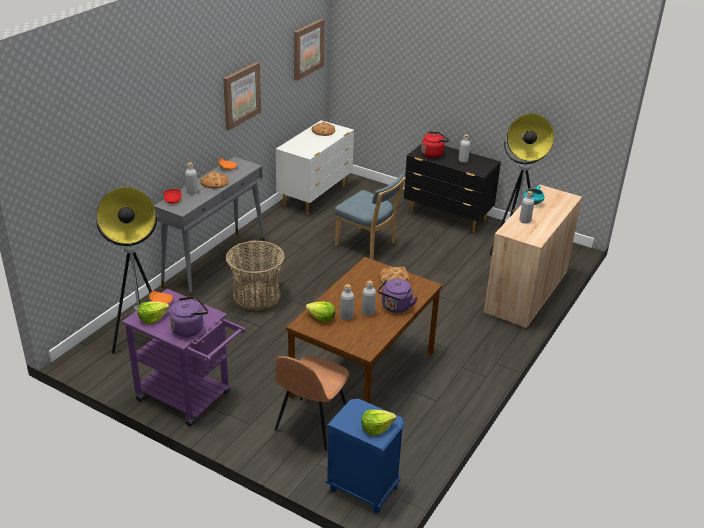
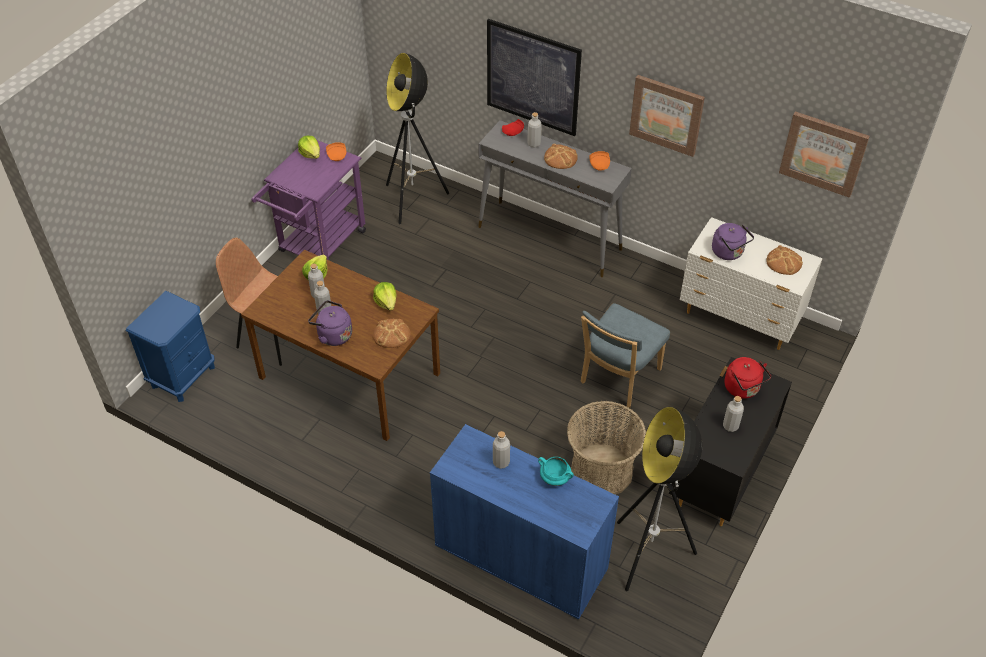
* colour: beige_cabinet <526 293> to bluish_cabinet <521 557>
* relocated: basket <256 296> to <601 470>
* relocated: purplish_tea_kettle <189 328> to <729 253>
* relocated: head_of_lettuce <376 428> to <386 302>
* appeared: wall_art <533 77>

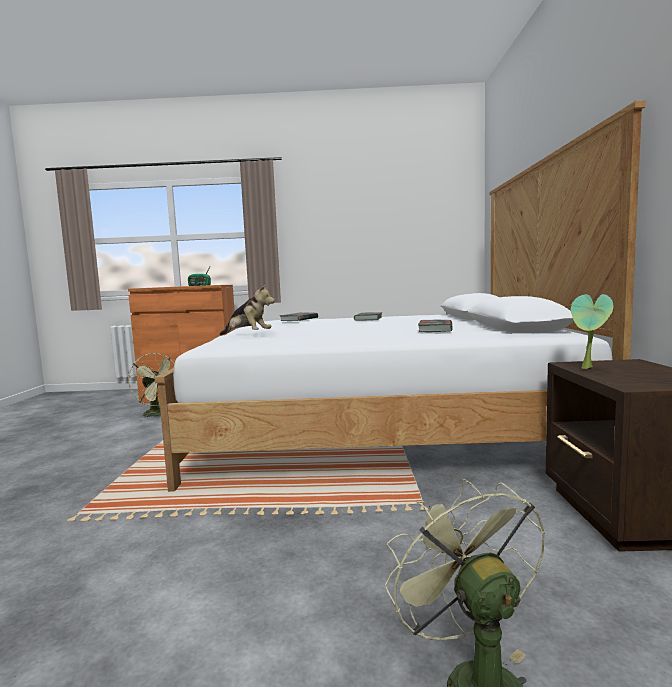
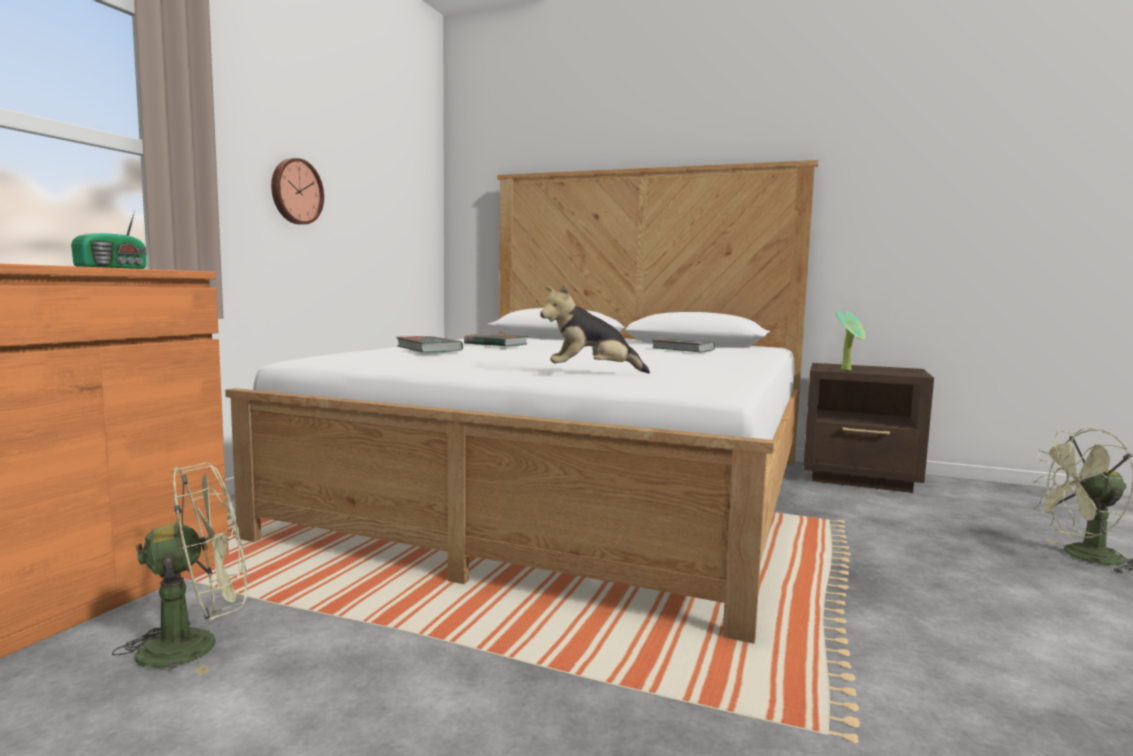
* spun: soft_toy <247 335> = <591 373> 150 degrees counterclockwise
* appeared: clock_on_the_wall <295 191>

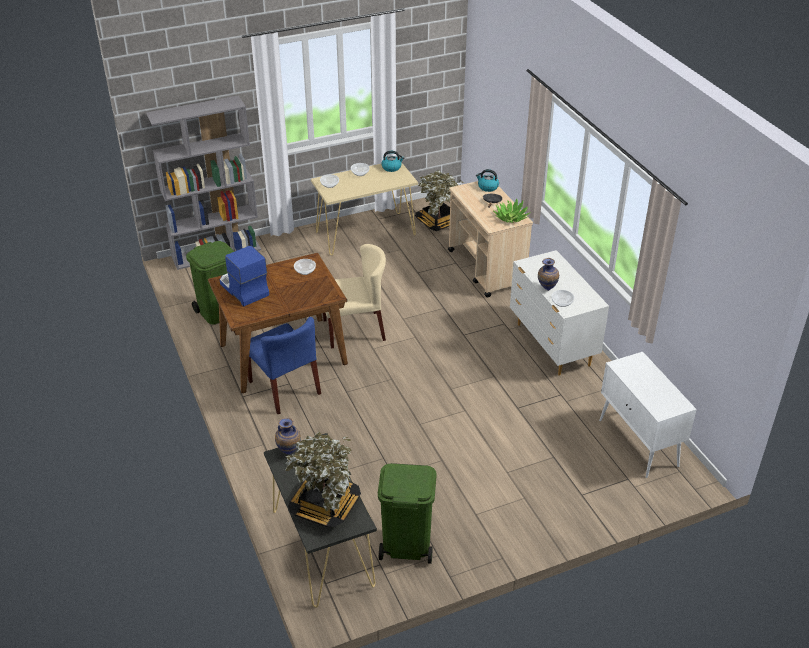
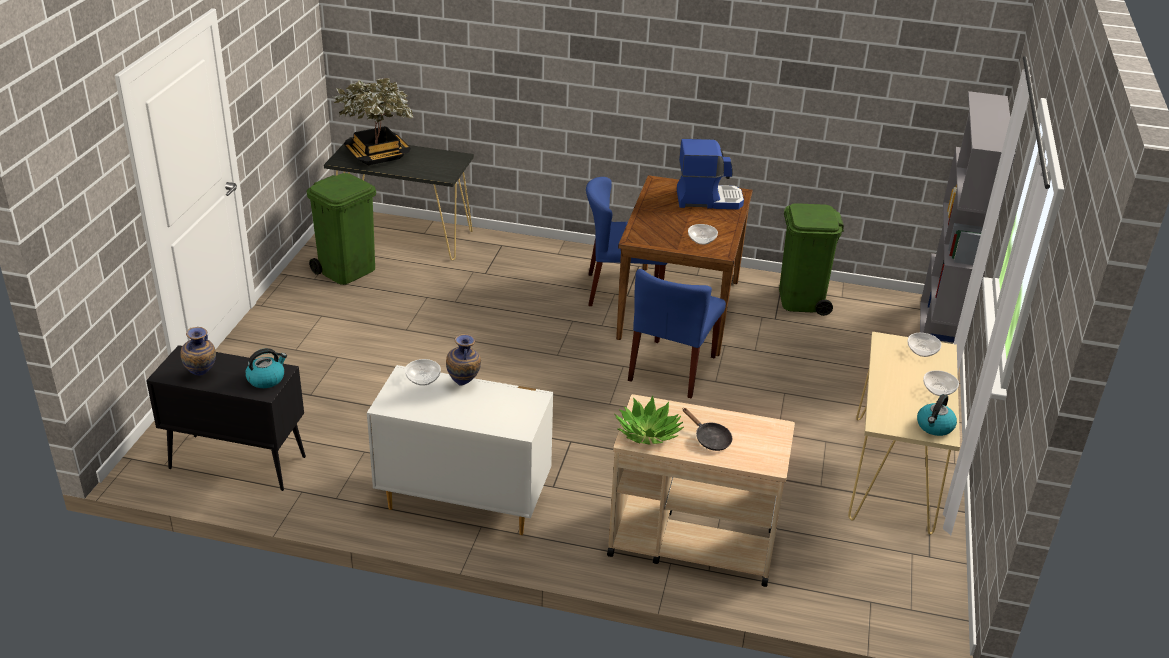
* relocated: tea_kettle <487 187> to <266 379>
* missing: potted_plant <438 222>
* colour: beige_chair <354 329> to bluish_chair <672 369>
* colour: white_cabinet <638 443> to black-coloured_cabinet <236 462>
* relocated: decorative_vase <289 452> to <202 376>

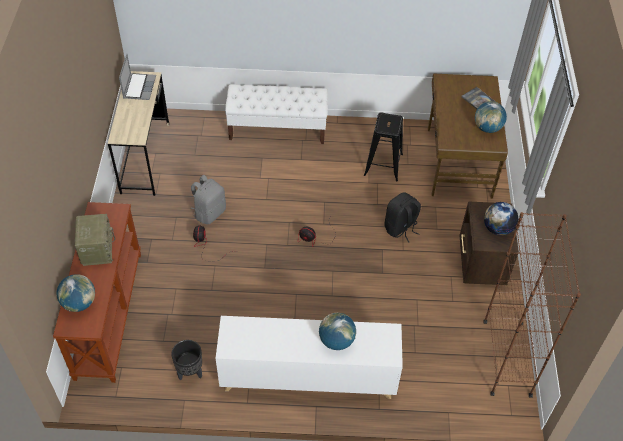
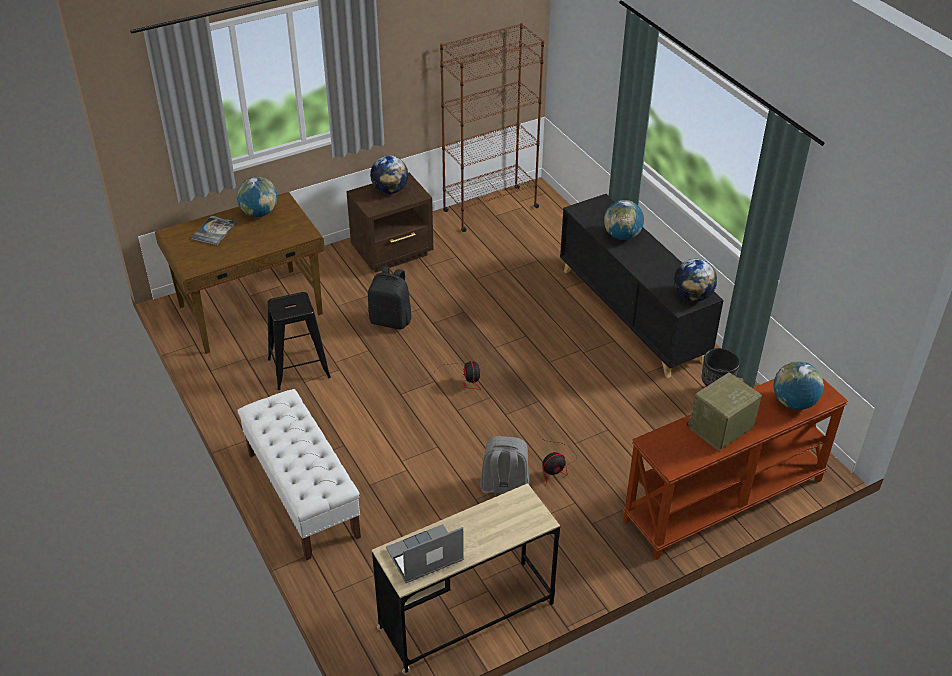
* colour: white_cabinet <308 376> to black-coloured_cabinet <632 315>
* appeared: desk_globe <692 296>

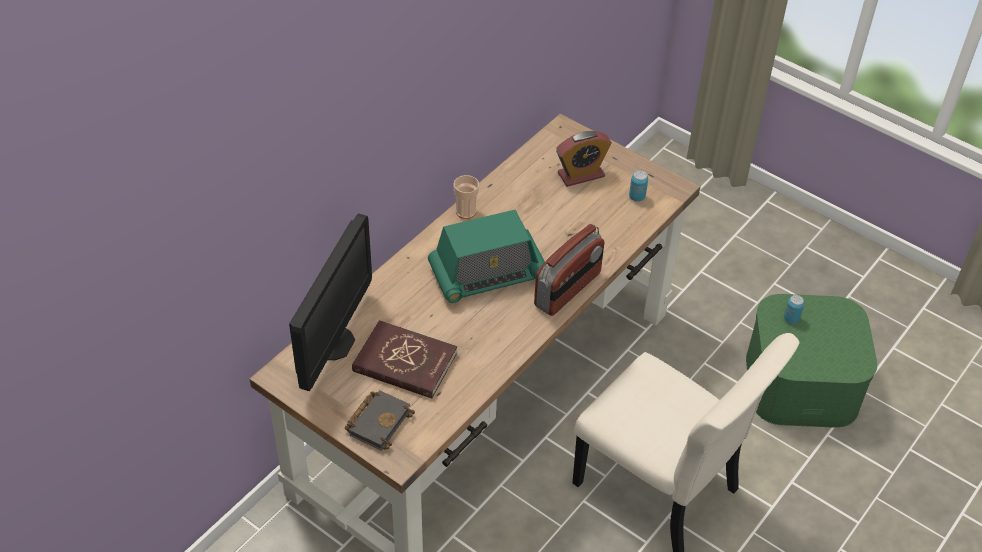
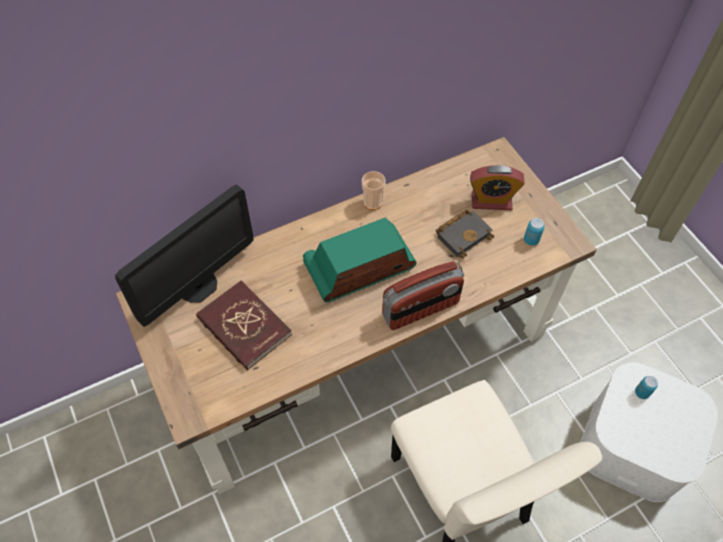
* spun: radio_set <487 274> = <359 268> 150 degrees clockwise
* colour: green-coloured_storage_box <801 382> to white_storage_box <635 444>
* relocated: black-coloured_bound_book <378 421> to <463 234>

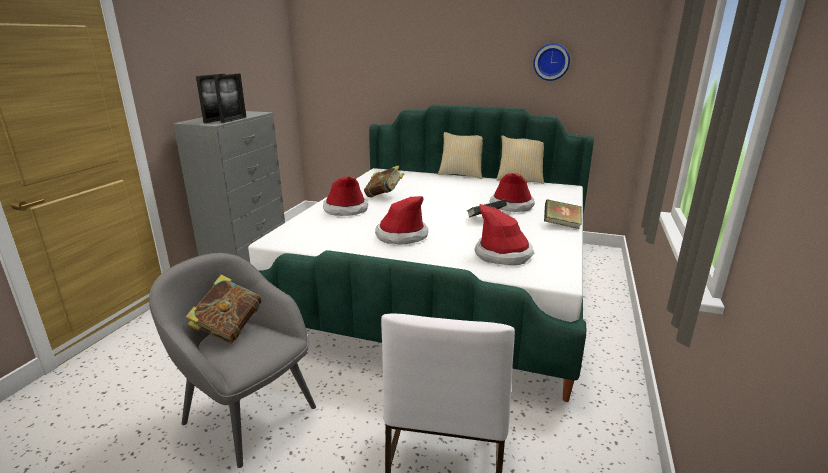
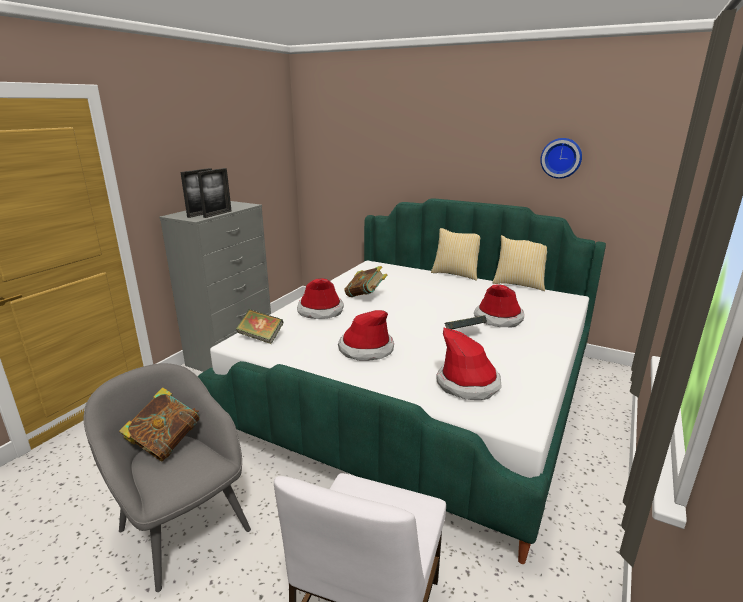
* relocated: bound_book <561 225> to <261 337>

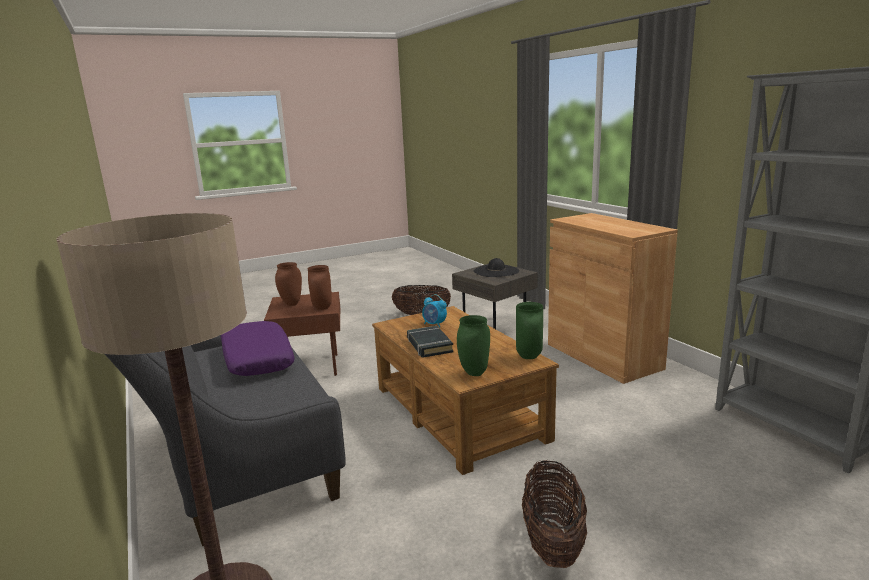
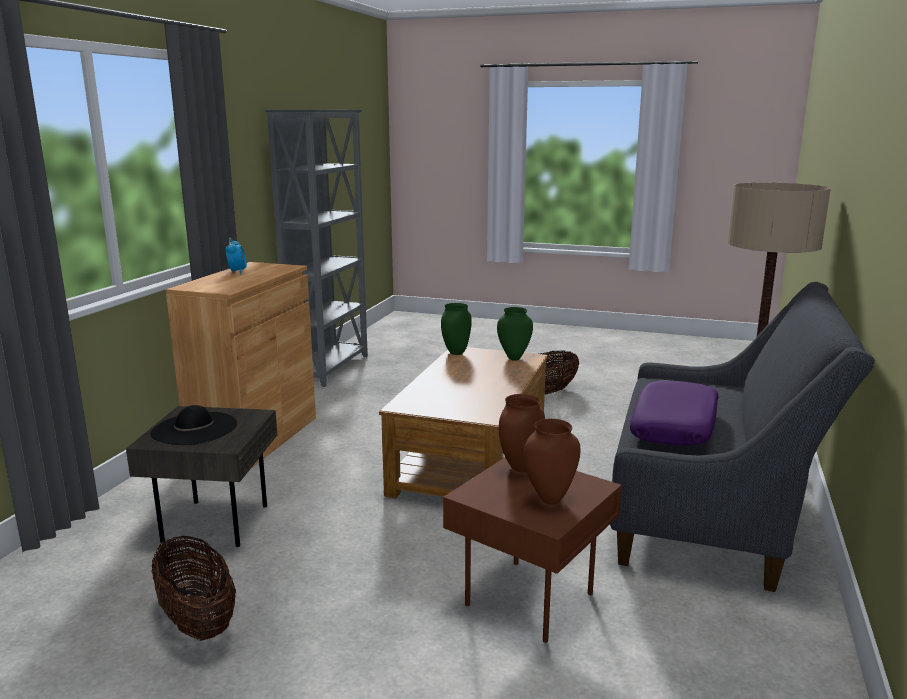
* relocated: alarm_clock <434 324> to <237 271>
* missing: black-coloured_bound_book <429 345>

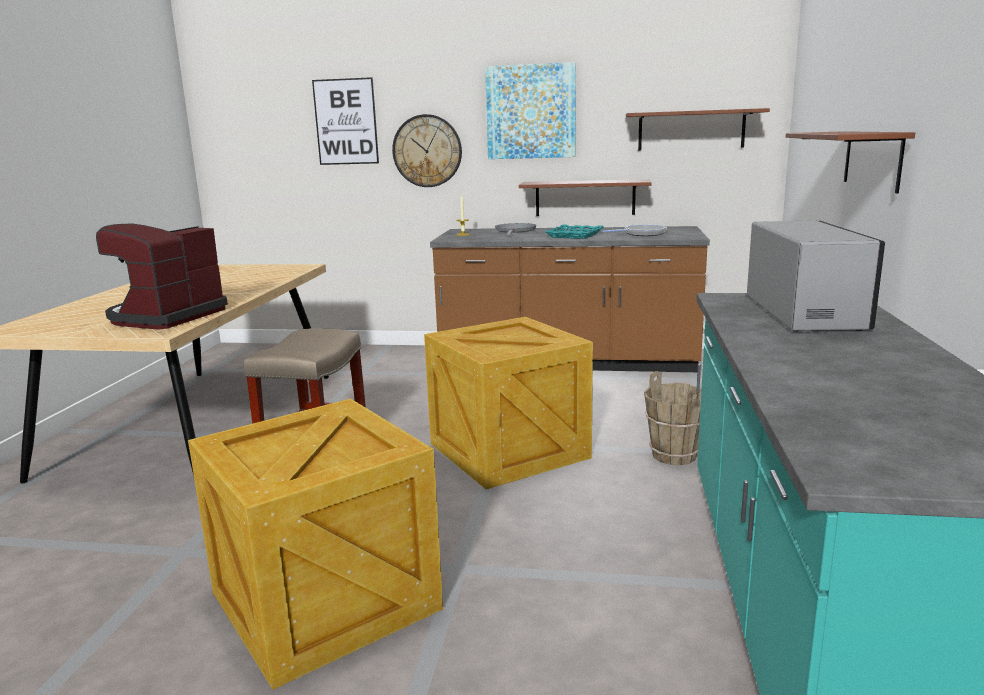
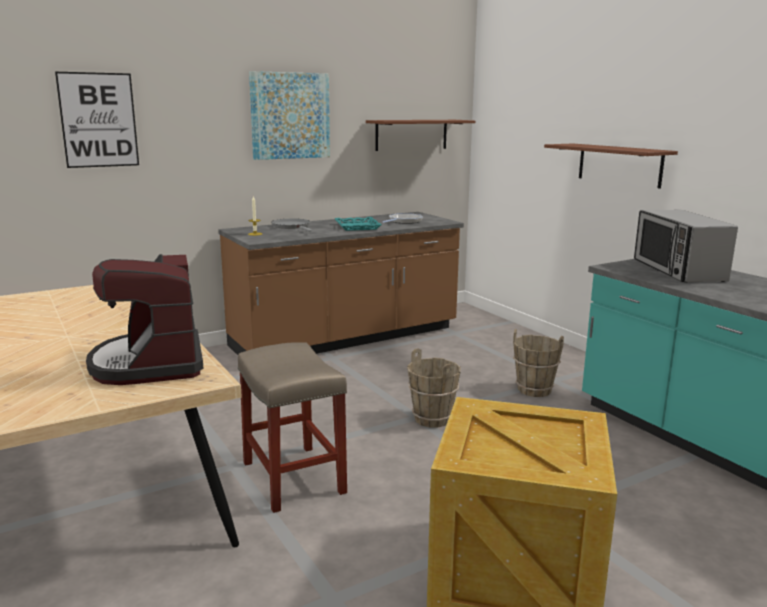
* missing: clock_on_the_wall <427 151>
* missing: brownish_wall_shelf <585 198>
* spun: kitchen_microwave <804 312> = <677 270> 150 degrees counterclockwise
* exchanged: packing_crate <511 451> to brownish_bucket <432 419>

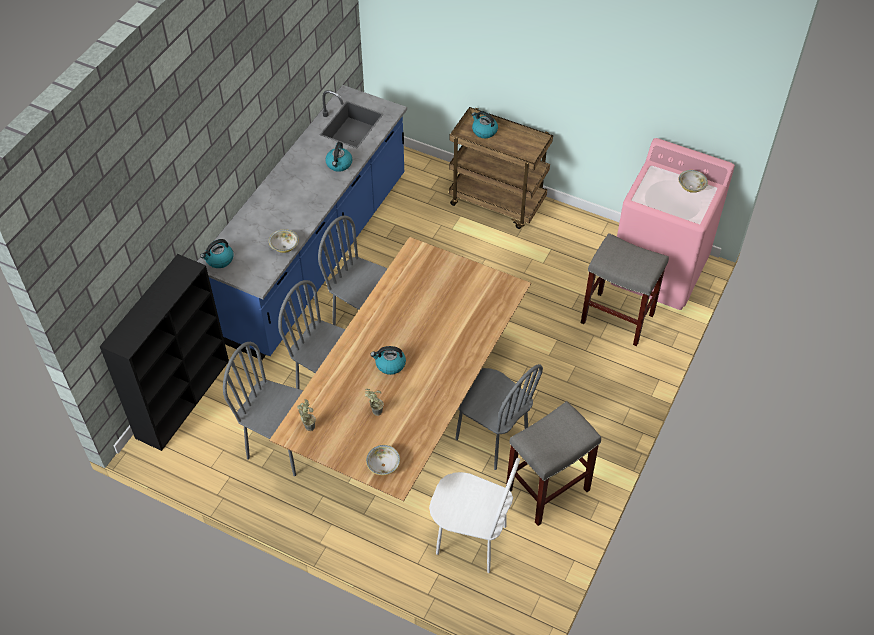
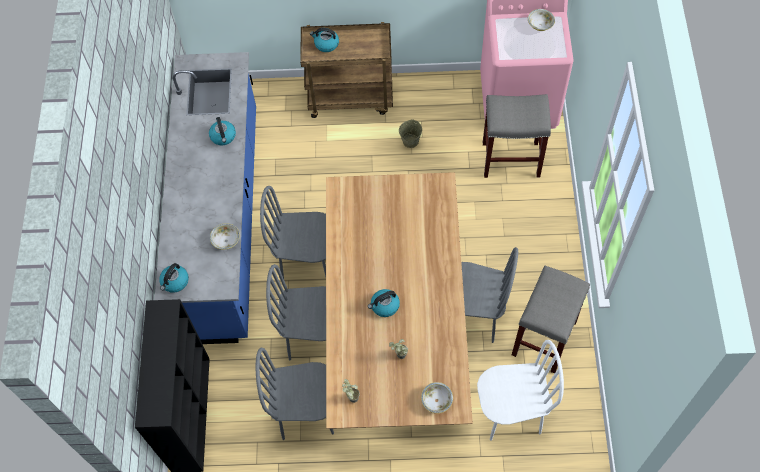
* appeared: beige_bucket <410 140>

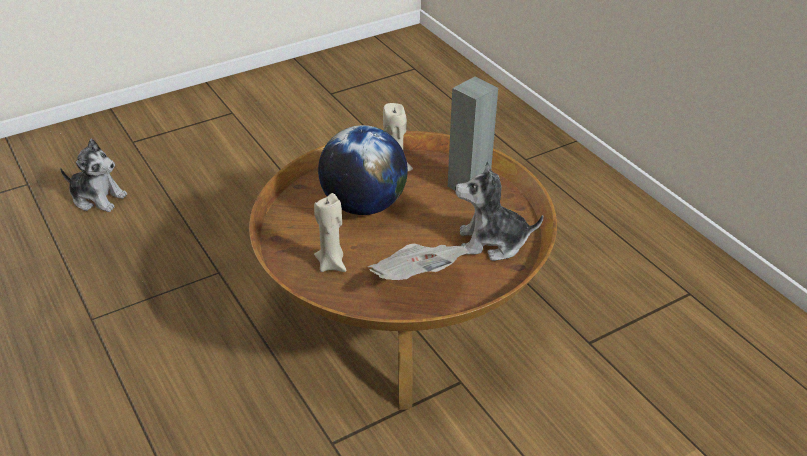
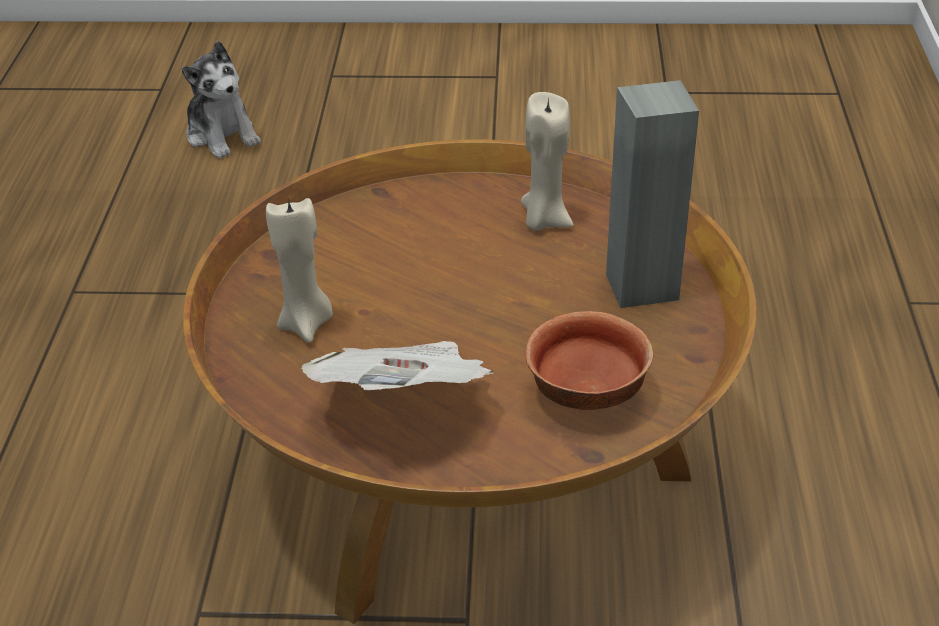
* missing: desk_globe <363 205>
* exchanged: soft_toy <492 243> to deep_dish <586 395>

